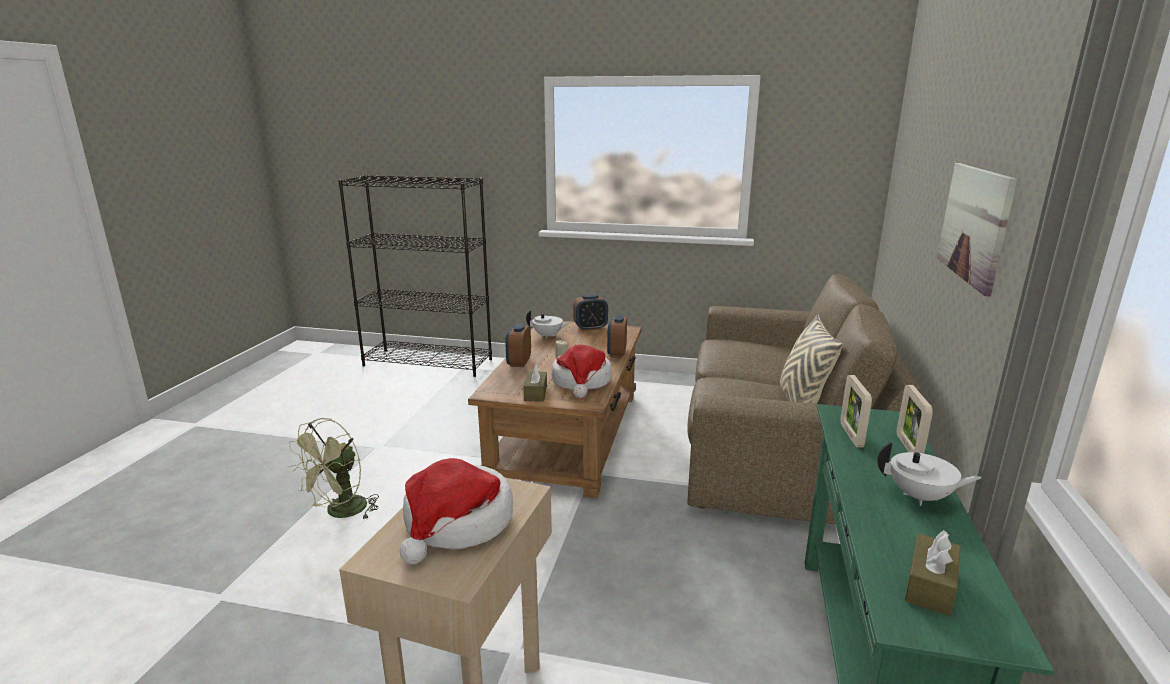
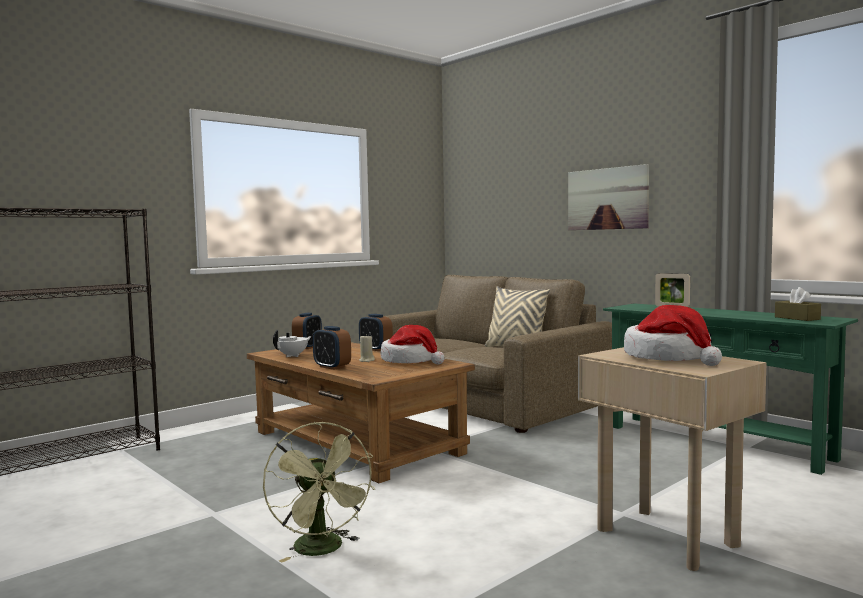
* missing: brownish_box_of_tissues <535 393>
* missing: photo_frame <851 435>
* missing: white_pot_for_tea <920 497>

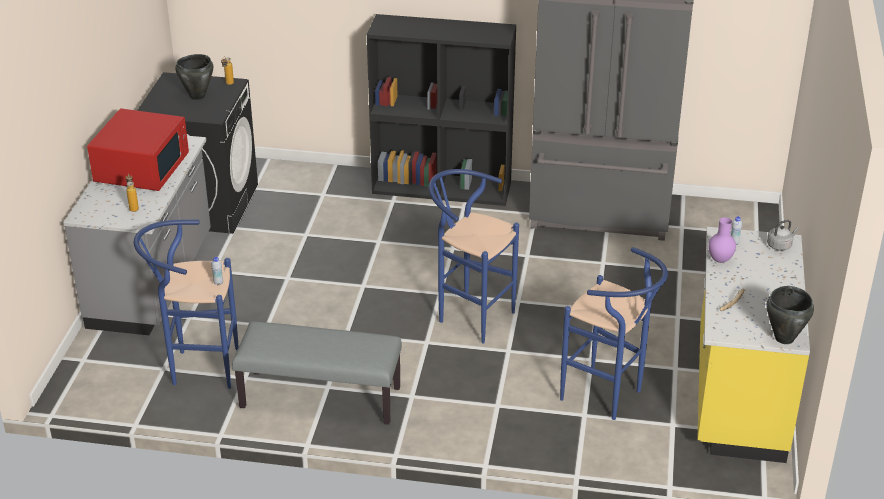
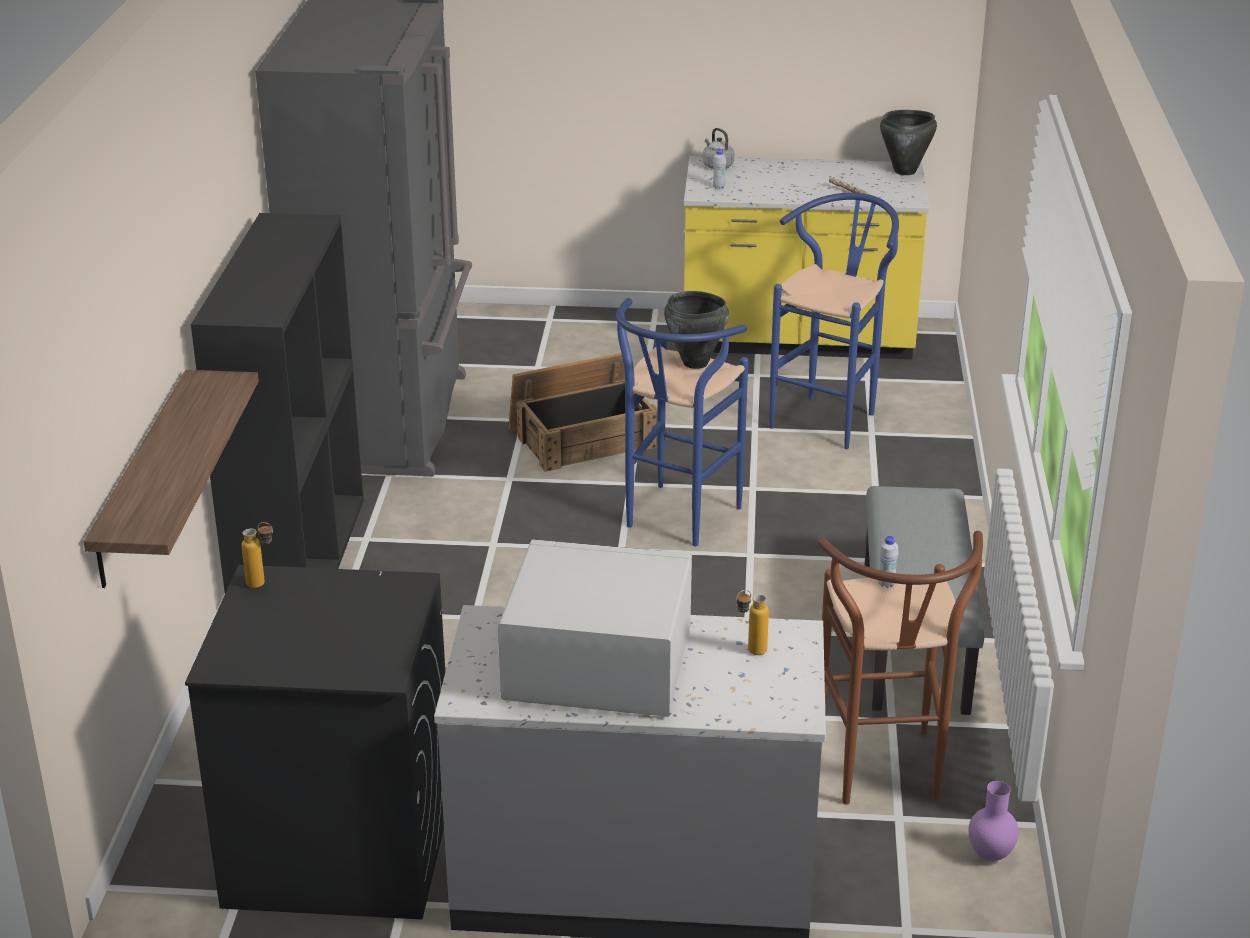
* relocated: black-coloured_stockpot <197 96> to <695 363>
* colour: red_kitchen_microwave <142 167> to white_kitchen_microwave <596 665>
* relocated: purplish_decorative_vase <719 260> to <991 855>
* colour: bluish_stool_seat <198 368> to brownish_stool_seat <883 776>
* appeared: packing_crate <584 437>
* appeared: wall_shelf <142 478>

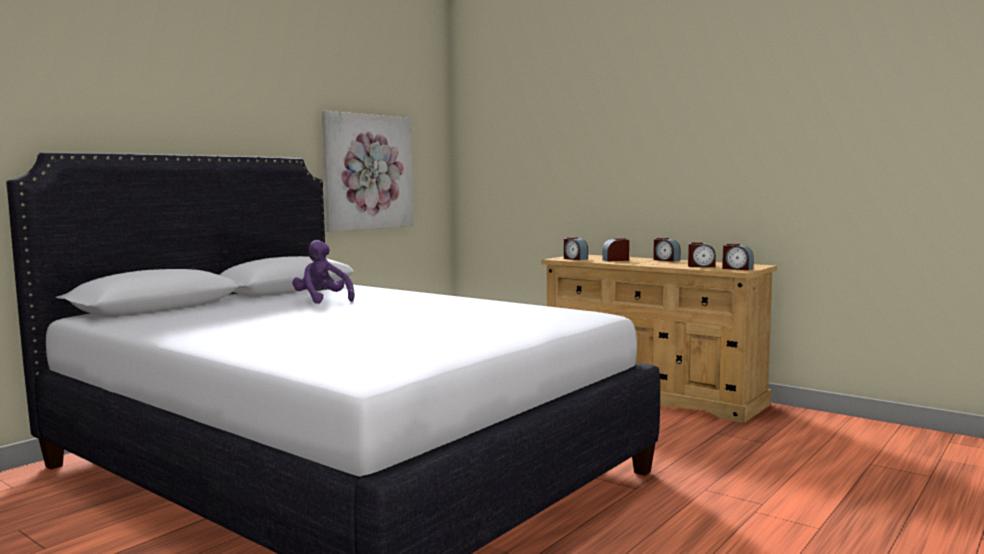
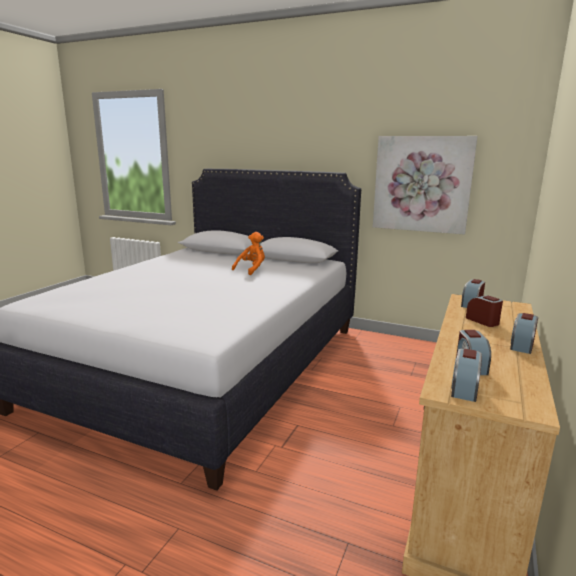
* colour: purplish_soft_toy <322 300> to orangey_soft_toy <251 269>

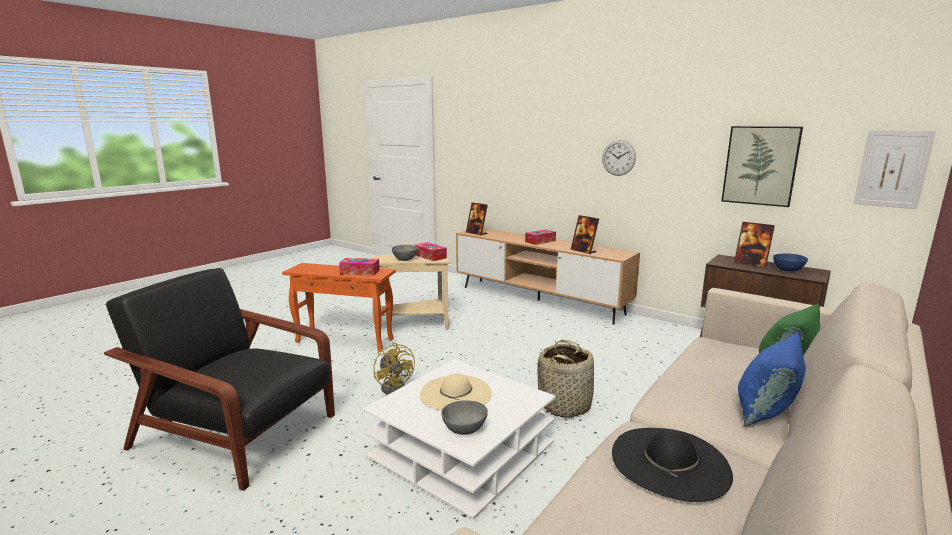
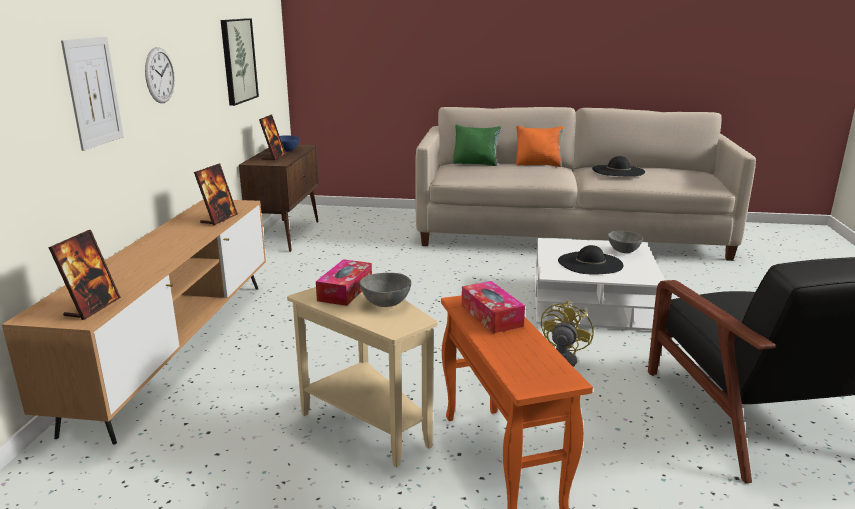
* relocated: wall_art <892 169> to <93 92>
* missing: box_of_tissues <540 241>
* colour: bluish_cushion <765 411> to orangey_cushion <538 164>
* missing: basket <565 405>
* colour: beige_hat <455 393> to black-coloured_hat <590 263>

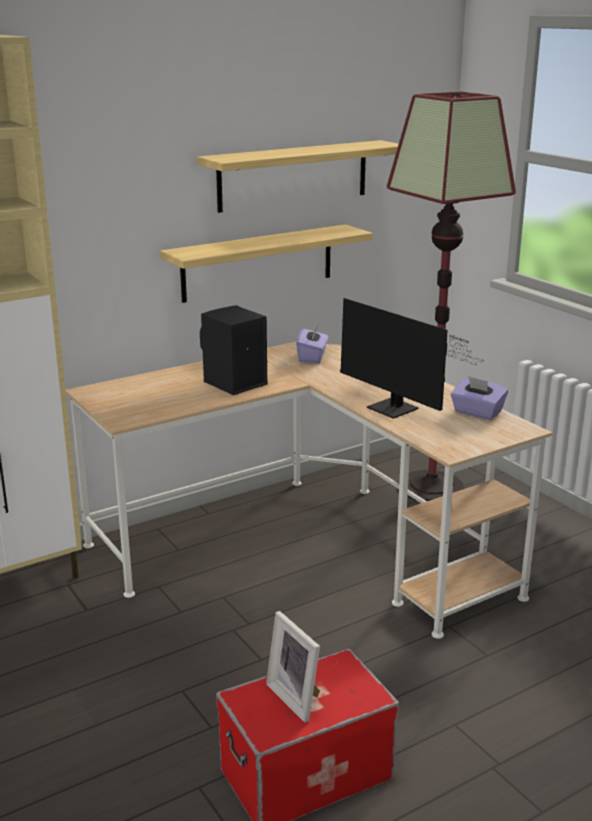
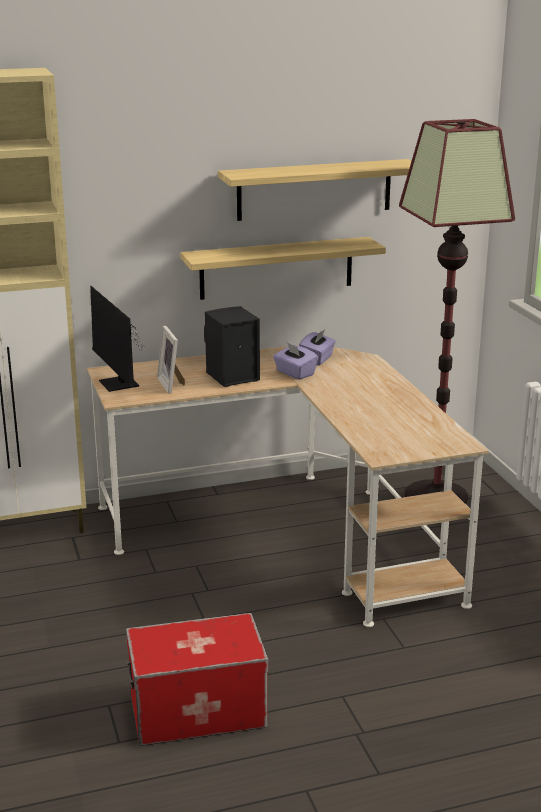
* relocated: computer_screen <396 410> to <119 386>
* relocated: purplish_box_of_tissues <477 412> to <294 373>
* relocated: photo_frame <297 697> to <172 384>

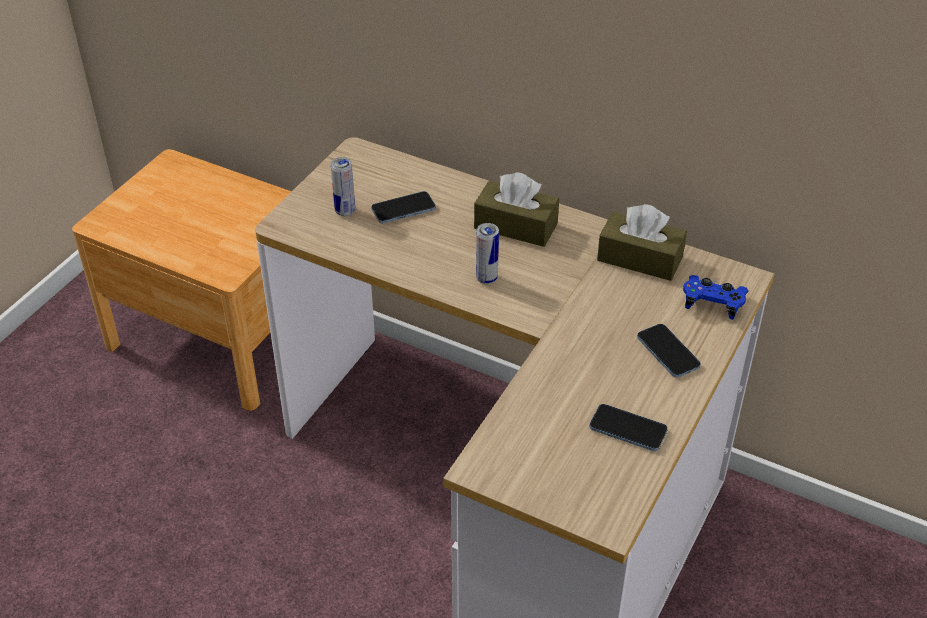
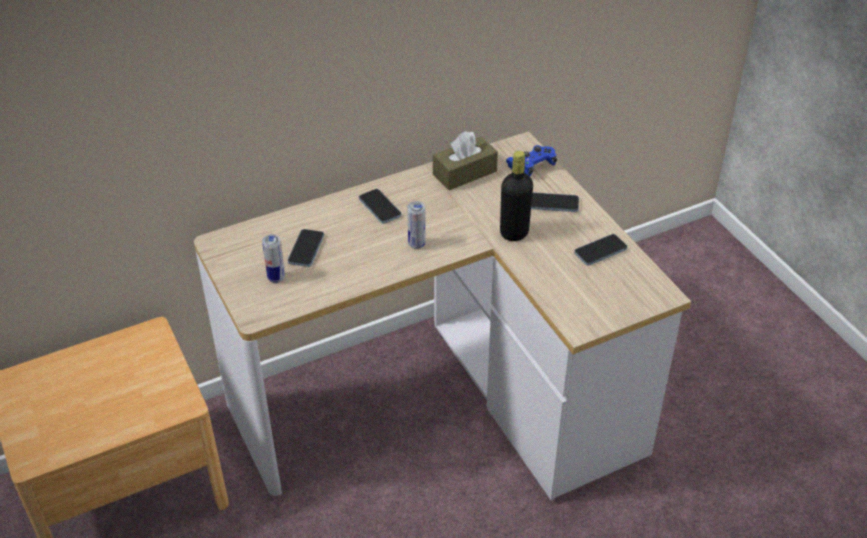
* exchanged: brownish_box_of_tissues <515 226> to phone <380 207>
* appeared: black-coloured_bottle <514 233>

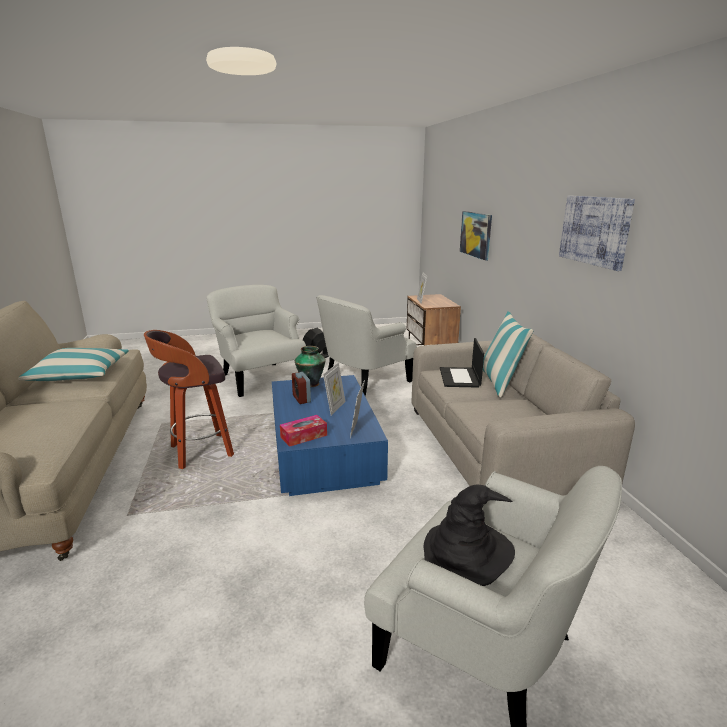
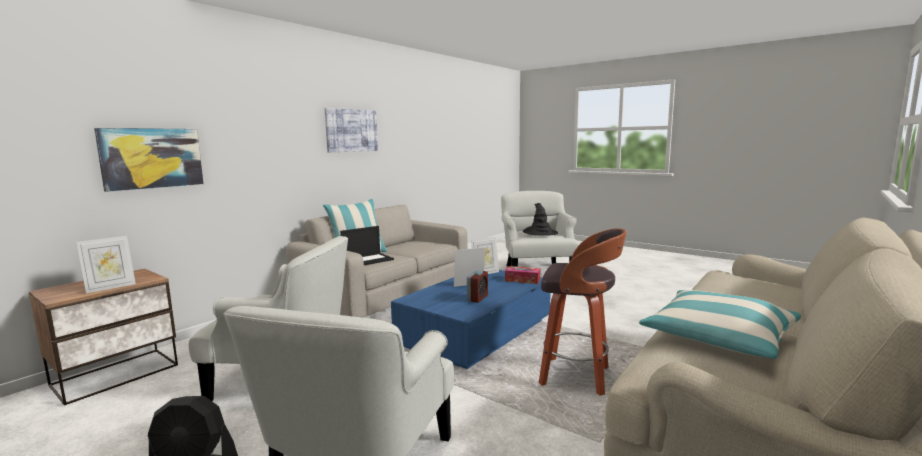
* missing: decorative_vase <311 383>

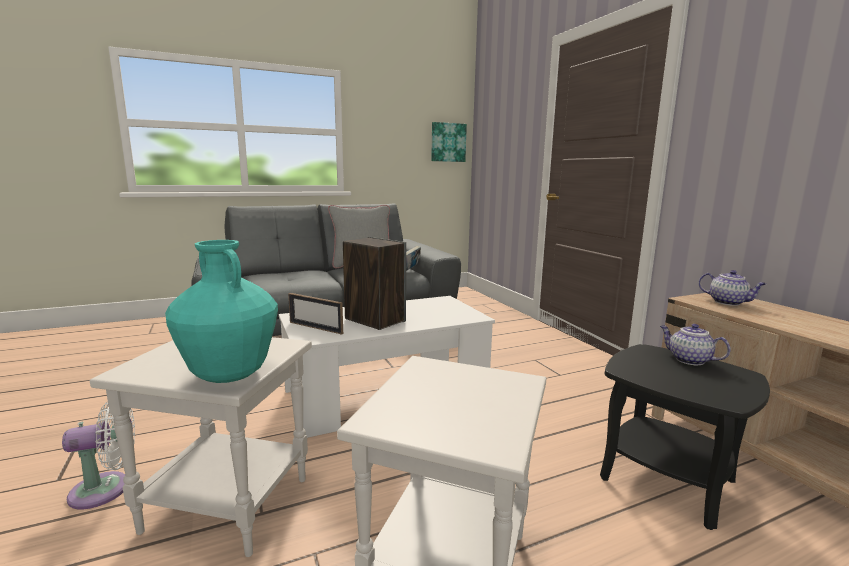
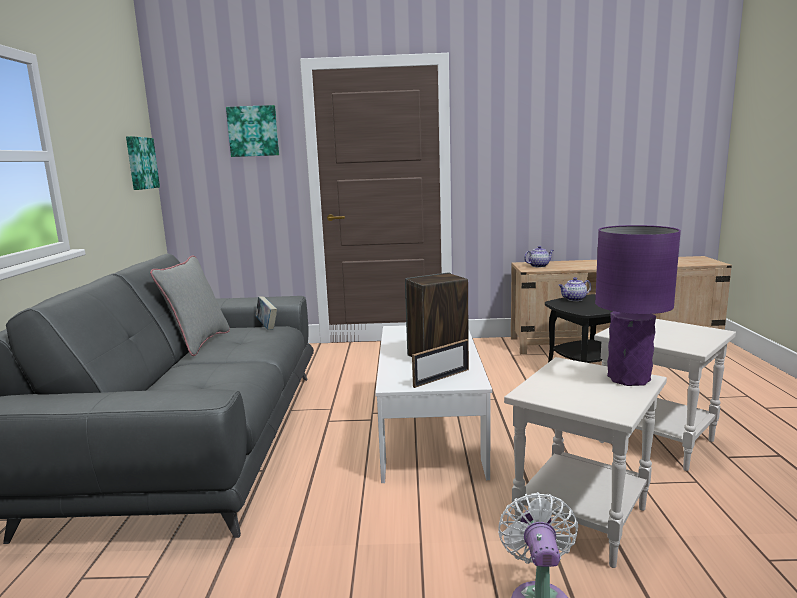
* exchanged: blue-green_decorative_vase <229 375> to purplish_lamp_for_a_table <628 379>
* appeared: wall_art <253 131>

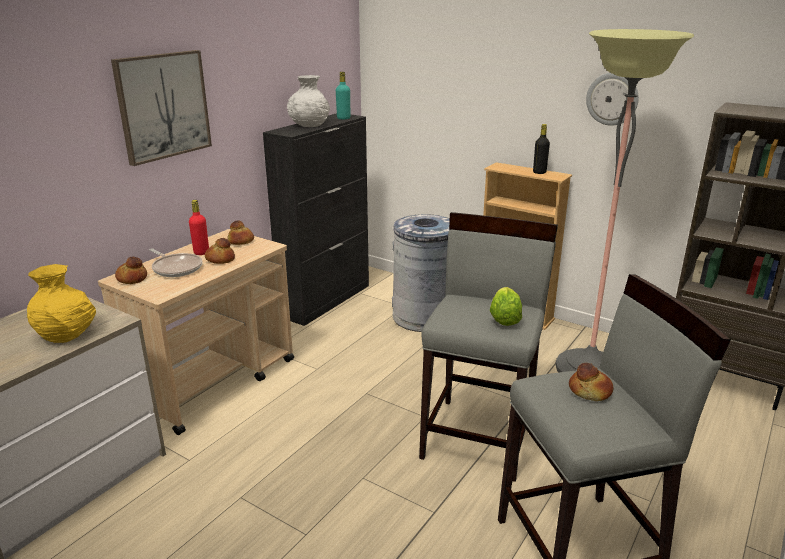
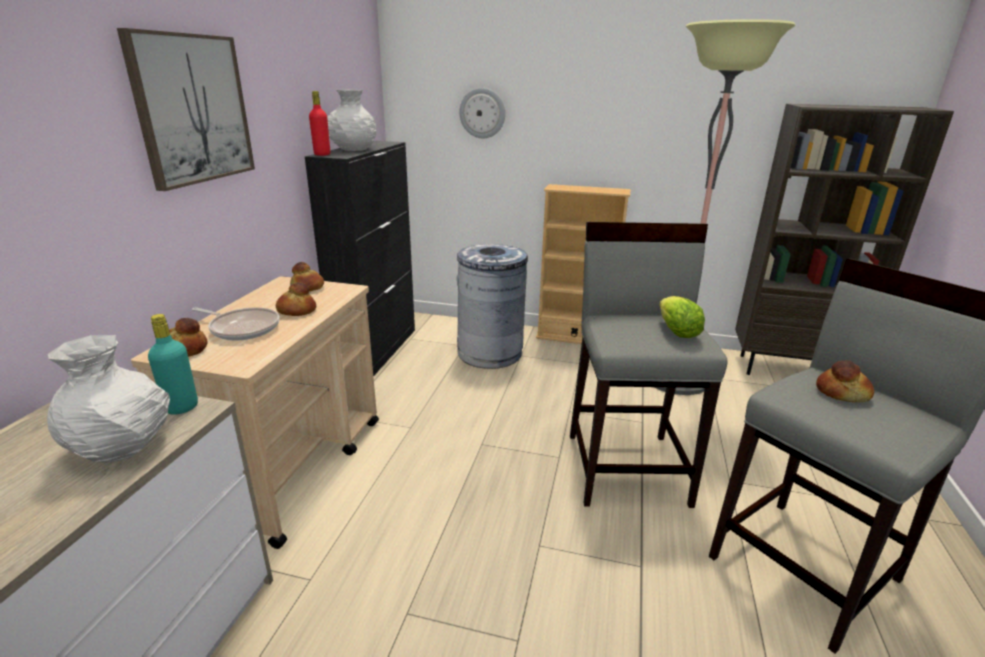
* relocated: blue-green_bottle <343 118> to <182 407>
* relocated: clock_on_the_wall <612 99> to <482 113>
* missing: black-coloured_bottle <539 172>
* relocated: red_bottle <201 252> to <322 154>
* colour: yellow-coloured_decorative_vase <67 335> to white_decorative_vase <123 447>

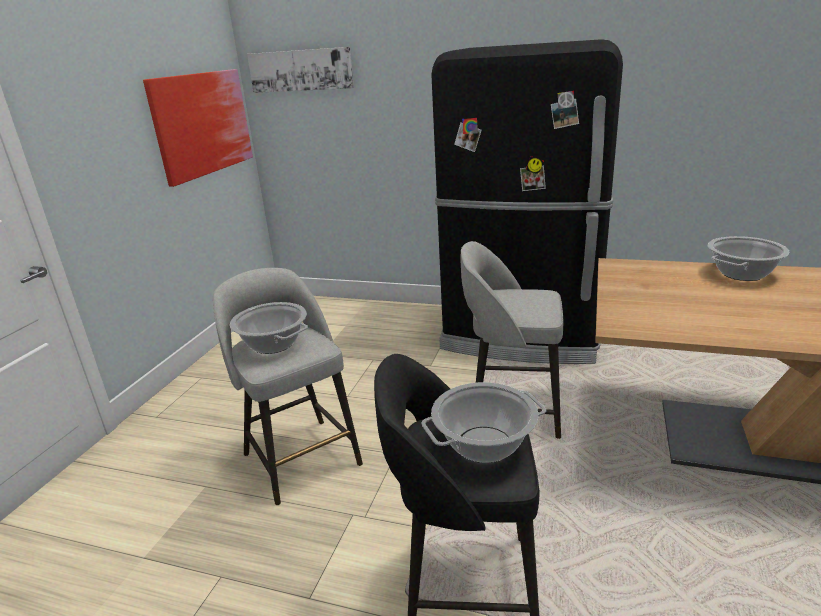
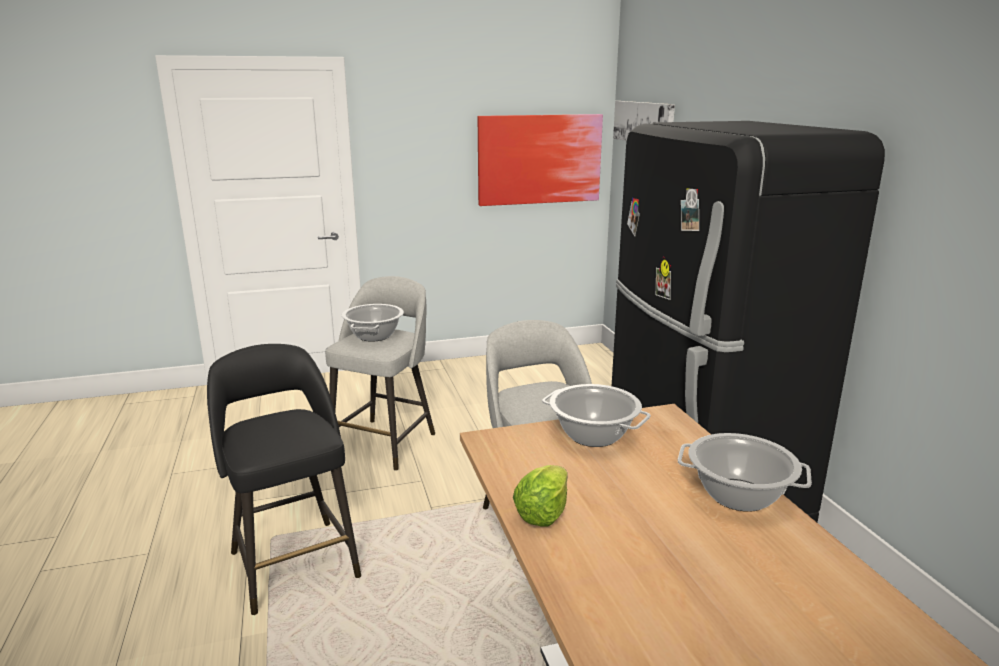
* relocated: stockpot <484 445> to <593 435>
* appeared: head_of_lettuce <543 513>

